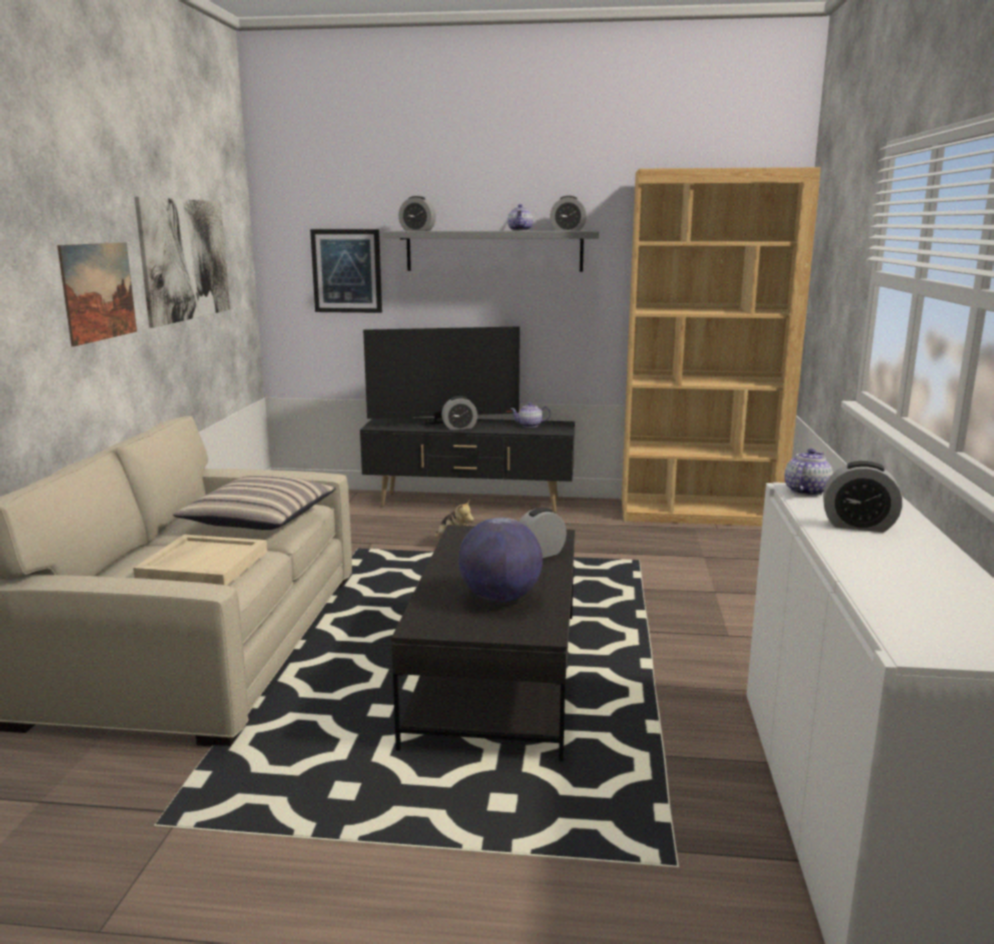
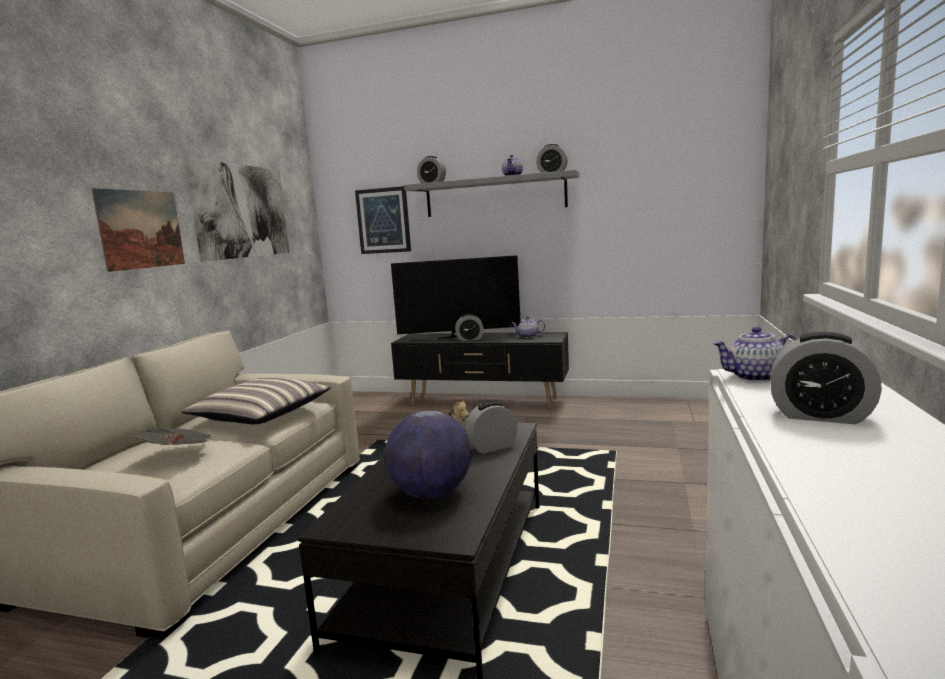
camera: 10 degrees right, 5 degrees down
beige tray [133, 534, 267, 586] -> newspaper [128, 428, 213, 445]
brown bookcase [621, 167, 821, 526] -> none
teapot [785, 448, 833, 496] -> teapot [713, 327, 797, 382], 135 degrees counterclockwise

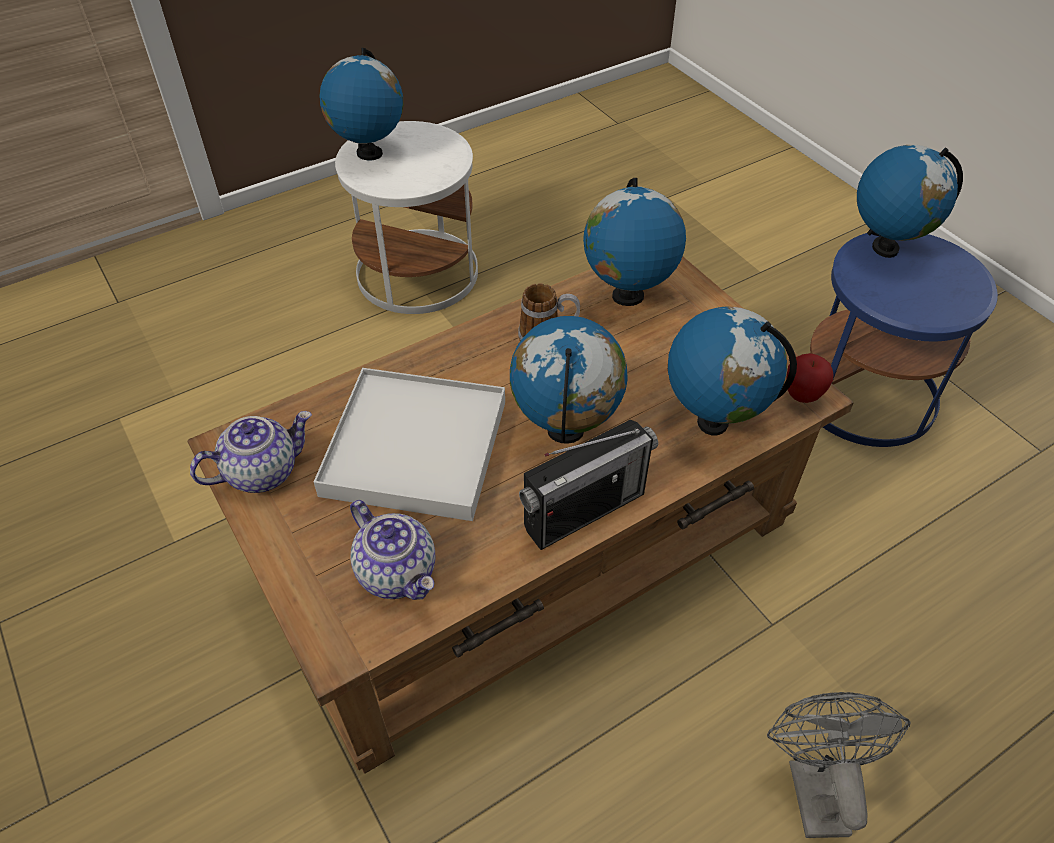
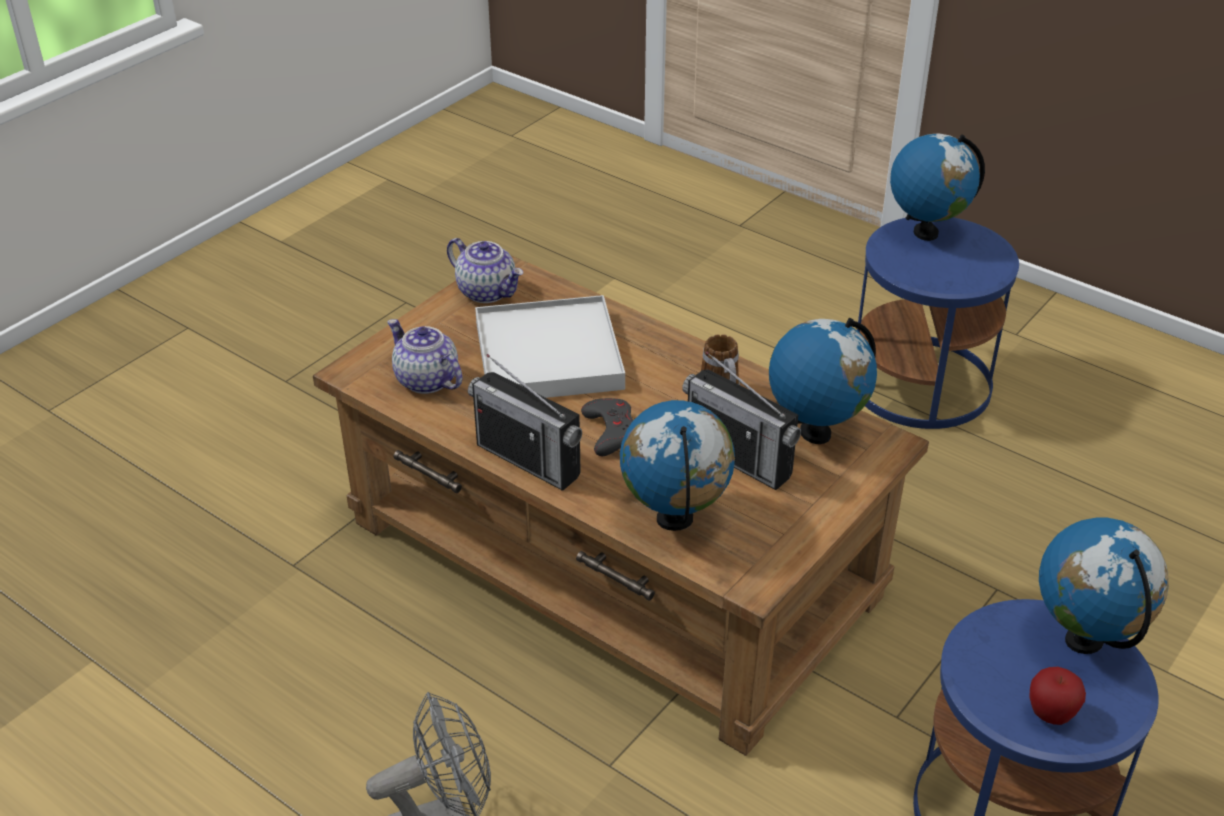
camera: 70 degrees right, 10 degrees down
white side table [335, 121, 478, 314] -> blue side table [857, 217, 1019, 429]
teapot [350, 500, 435, 600] -> teapot [387, 319, 462, 394], 105 degrees clockwise
globe [510, 316, 628, 444] -> grey game controller [581, 398, 633, 456]
apple [786, 353, 834, 403] -> apple [1029, 667, 1086, 725], moved
none -> radio [682, 352, 801, 490]

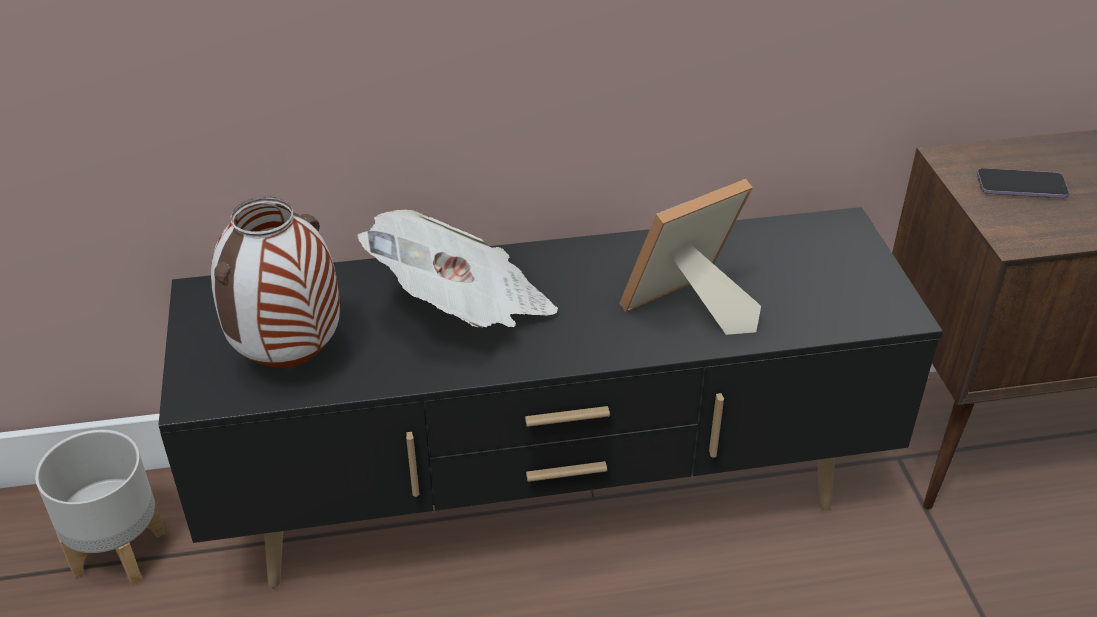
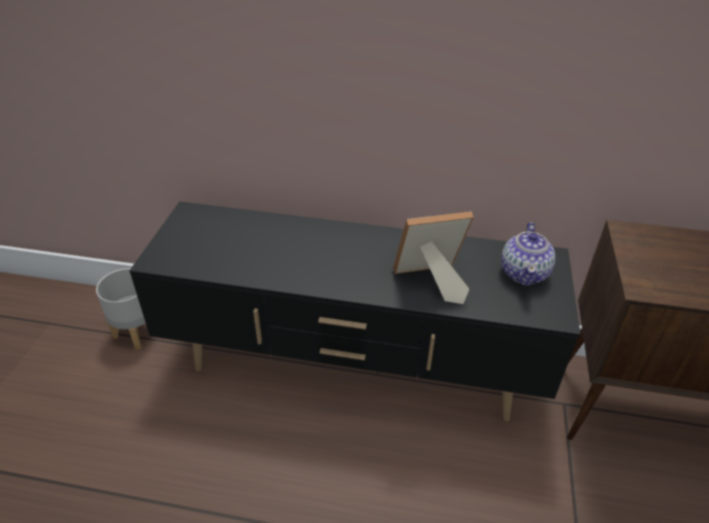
camera: 20 degrees right, 0 degrees up
vase [211, 196, 340, 368] -> none
newspaper [357, 209, 558, 328] -> none
phone [977, 168, 1069, 198] -> none
none -> teapot [501, 222, 556, 286]

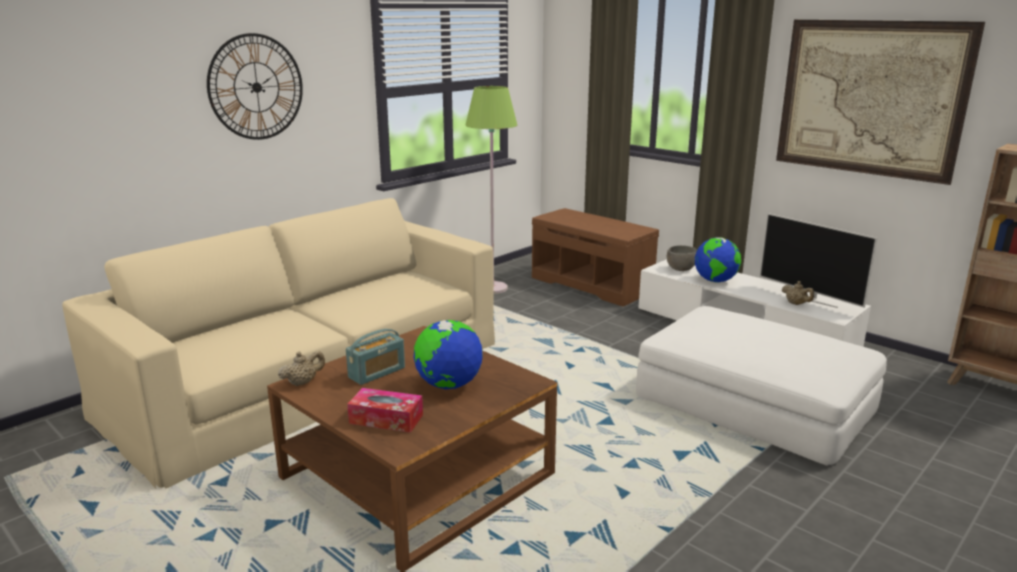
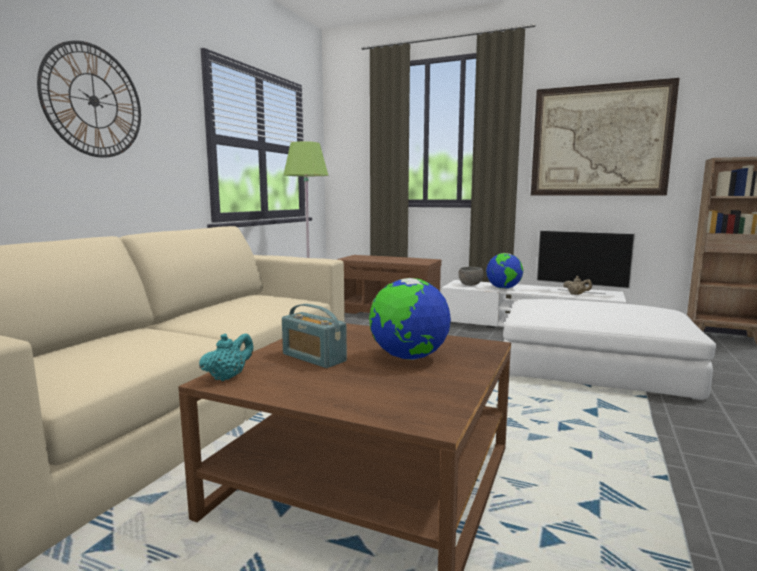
camera: 20 degrees left, 10 degrees down
beige teapot [278, 351, 325, 386] -> turquoise teapot [199, 333, 254, 381]
radio [346, 329, 405, 385] -> radio [282, 304, 347, 368], 105 degrees clockwise
tissue box [347, 388, 423, 433] -> none

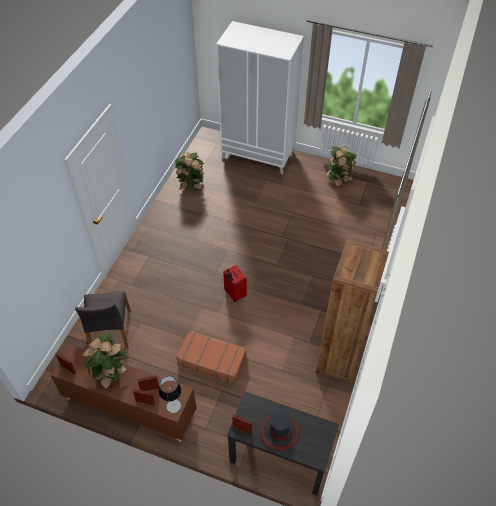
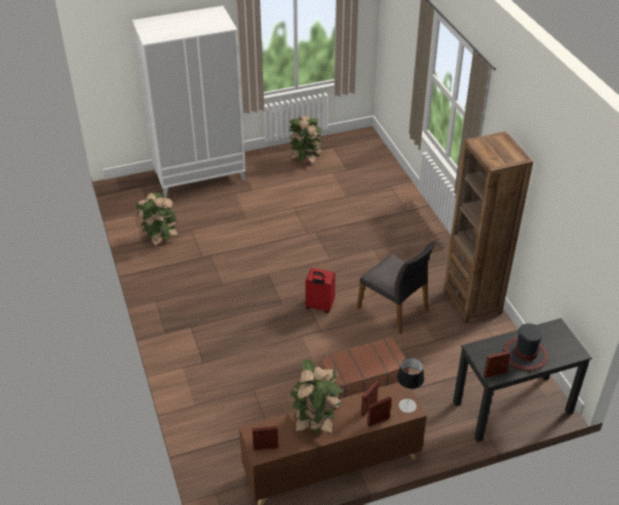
camera: 40 degrees left, 10 degrees down
grey chair [75, 291, 131, 349] -> grey chair [357, 241, 435, 334], moved

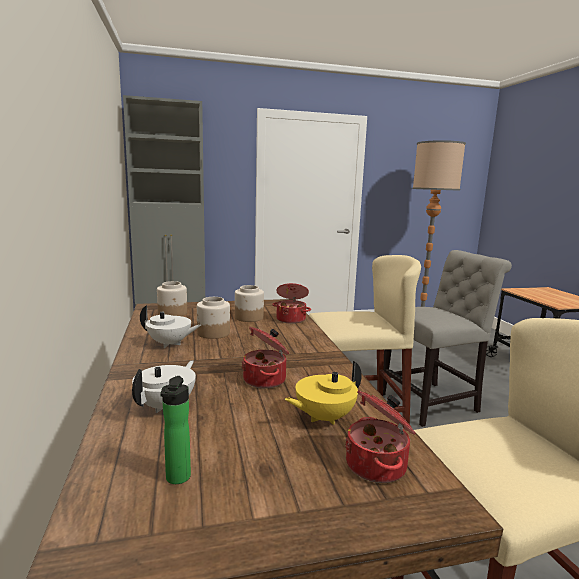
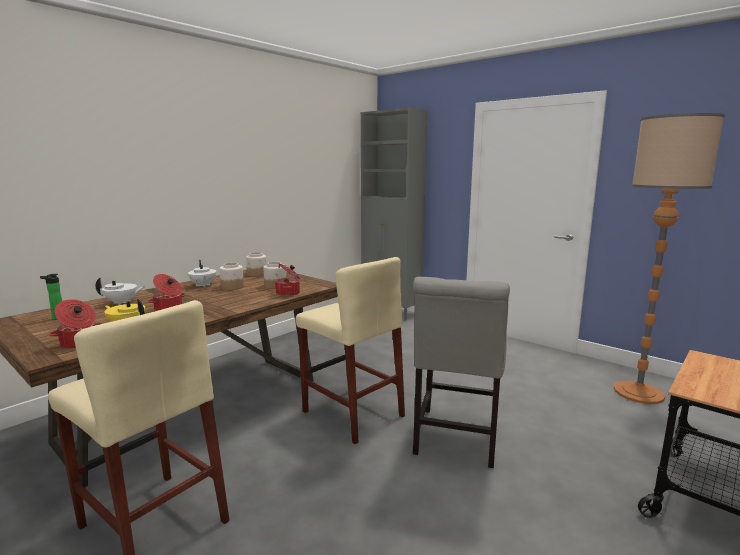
camera: 55 degrees right, 0 degrees up
grey chair [383, 250, 512, 427] -> grey chair [413, 277, 510, 468], 75 degrees clockwise

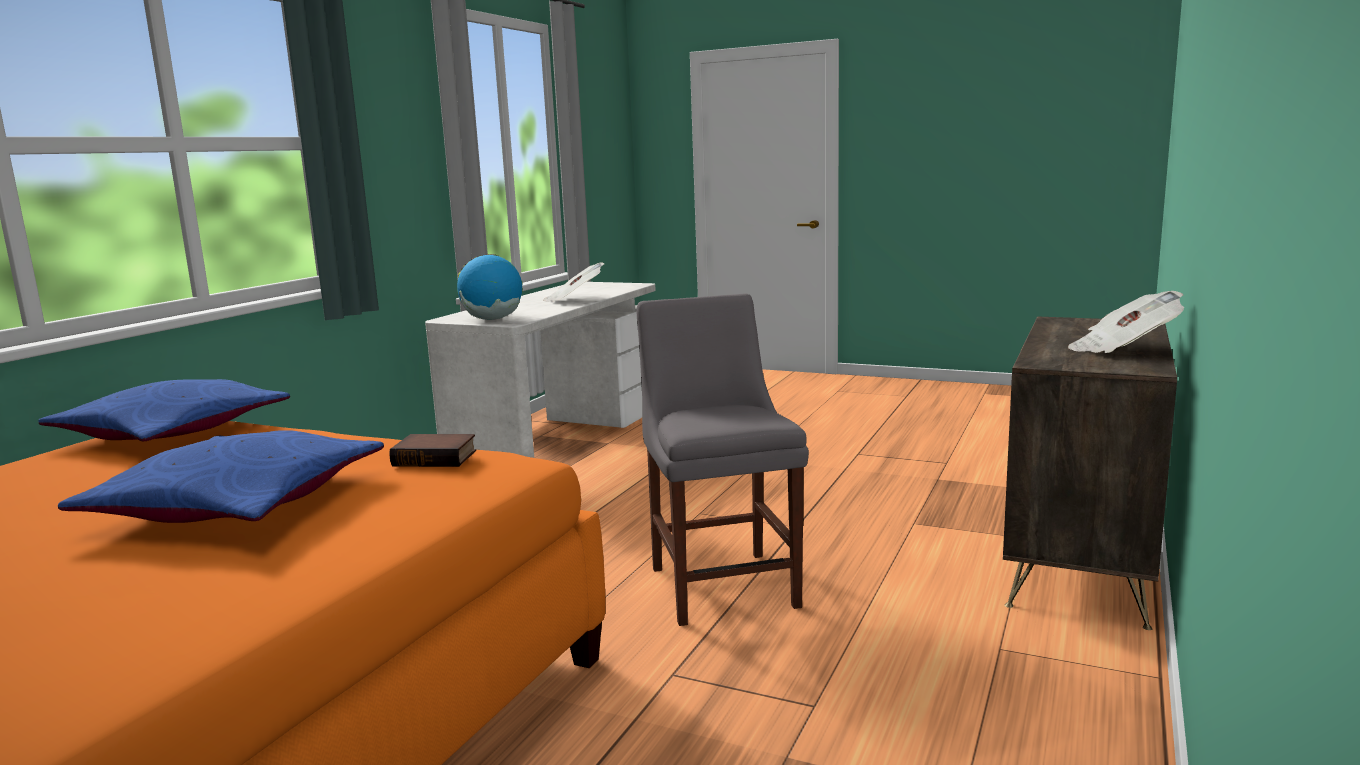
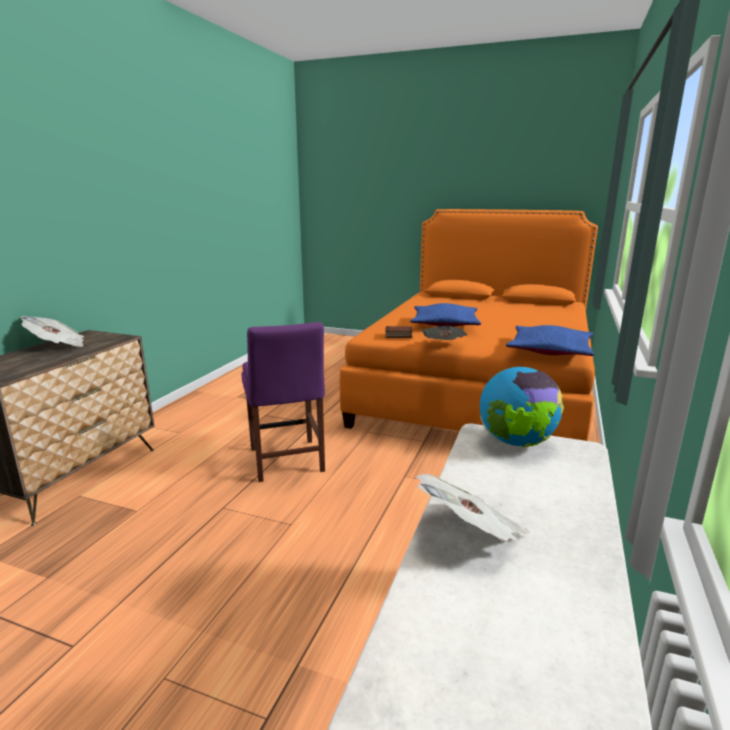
camera: 175 degrees right, 5 degrees up
grey chair [637, 293, 809, 626] -> purple chair [242, 322, 325, 482]
none -> newspaper [421, 326, 467, 340]

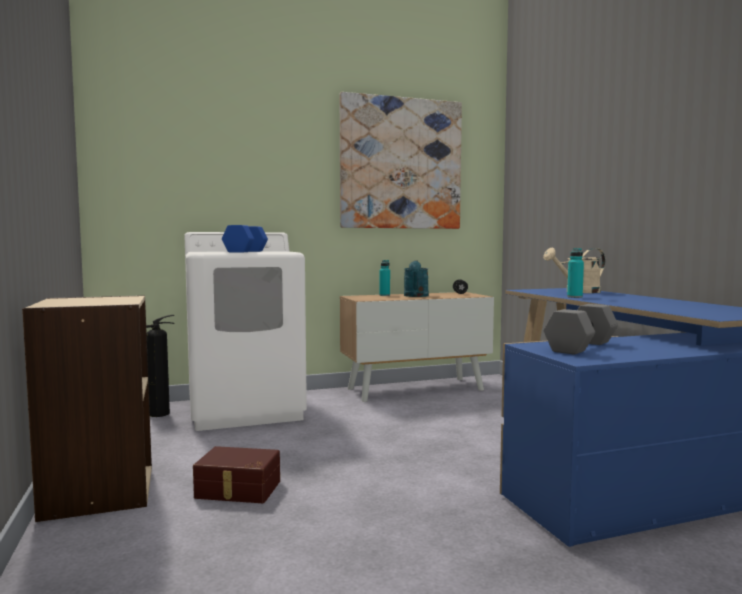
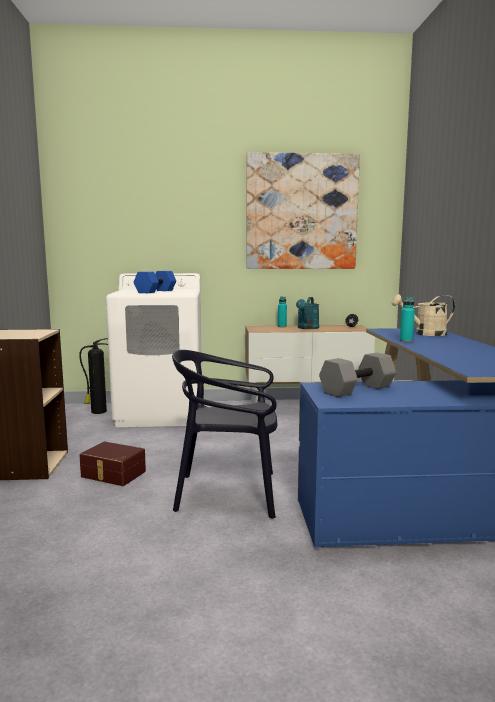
camera: 15 degrees right, 5 degrees up
none -> black chair [172, 350, 277, 519]

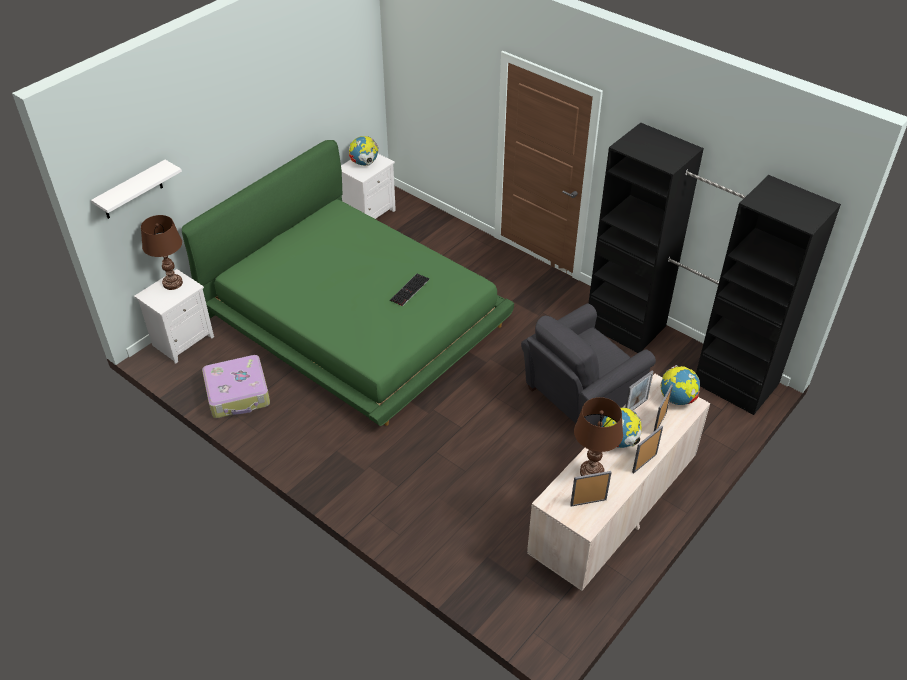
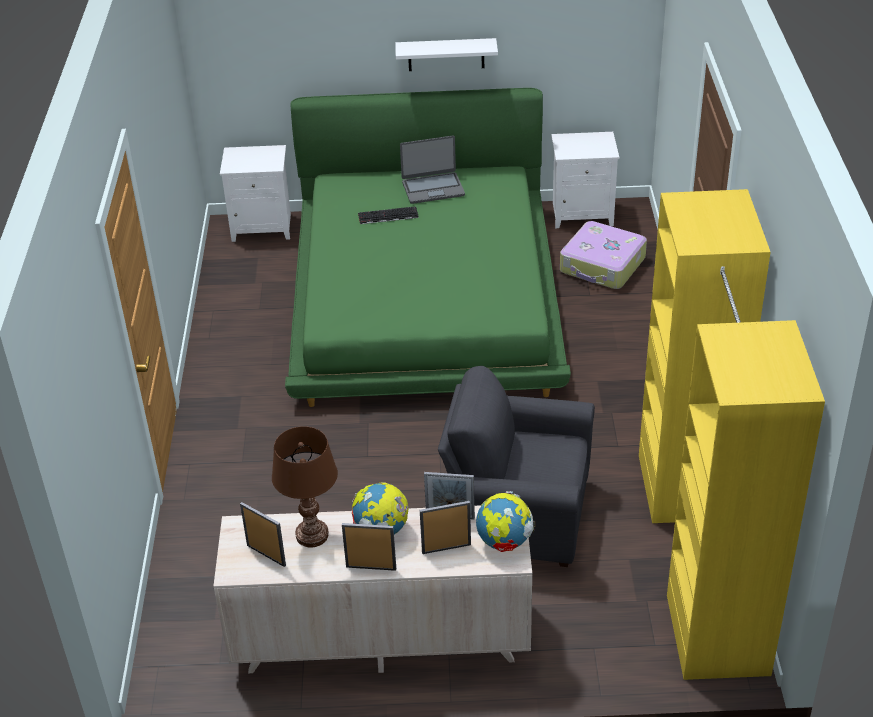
camera: 50 degrees right, 5 degrees down
white shelf [91, 160, 182, 219] -> white shelf [395, 38, 498, 71], moved
brown table lamp [141, 215, 183, 290] -> none
suitcase [202, 355, 270, 418] -> suitcase [560, 221, 647, 289], moved
globe [349, 136, 378, 166] -> none
keyboard [390, 274, 429, 306] -> keyboard [358, 206, 419, 224], moved
black wardrobe [588, 123, 841, 415] -> yellow wardrobe [639, 189, 825, 680]
none -> laptop [400, 136, 465, 204]

